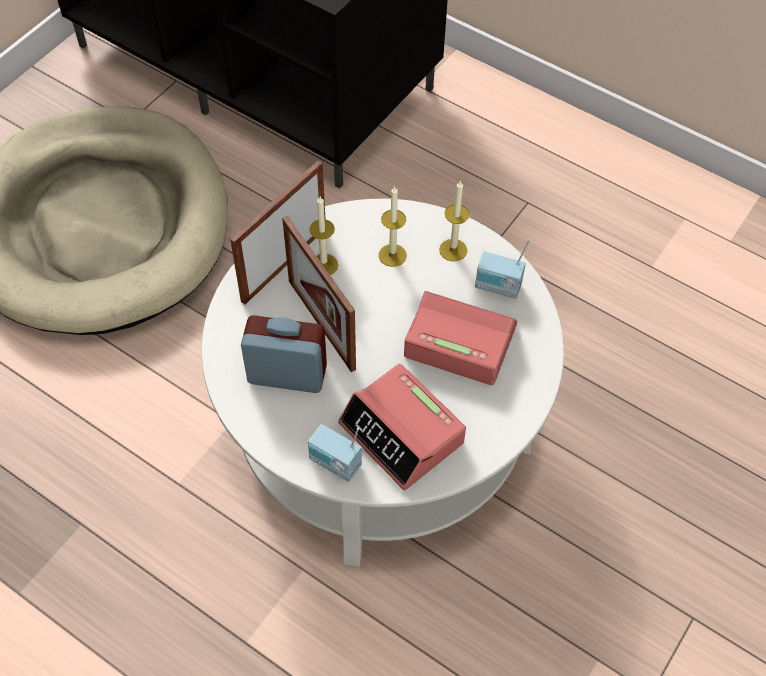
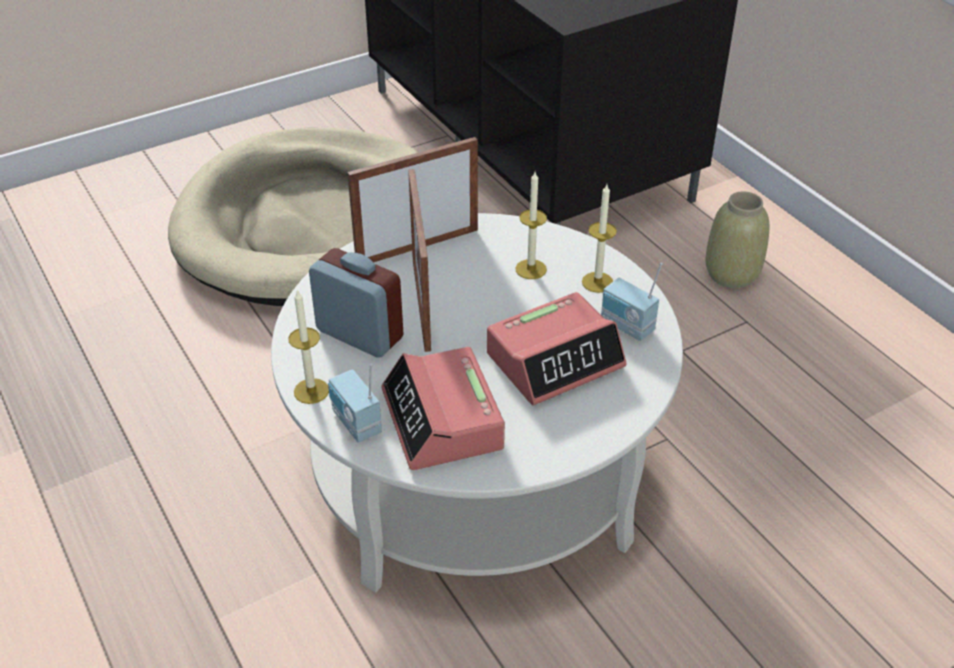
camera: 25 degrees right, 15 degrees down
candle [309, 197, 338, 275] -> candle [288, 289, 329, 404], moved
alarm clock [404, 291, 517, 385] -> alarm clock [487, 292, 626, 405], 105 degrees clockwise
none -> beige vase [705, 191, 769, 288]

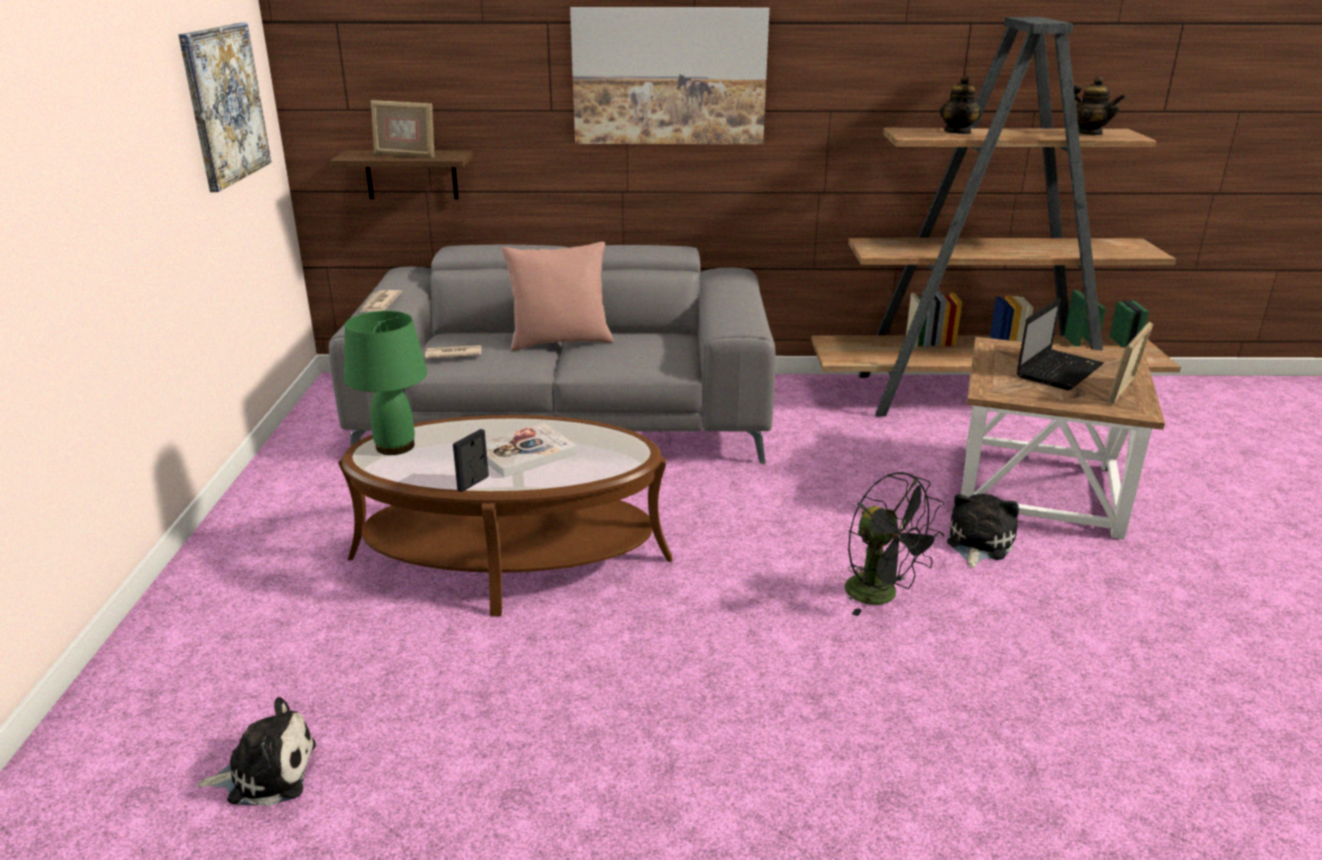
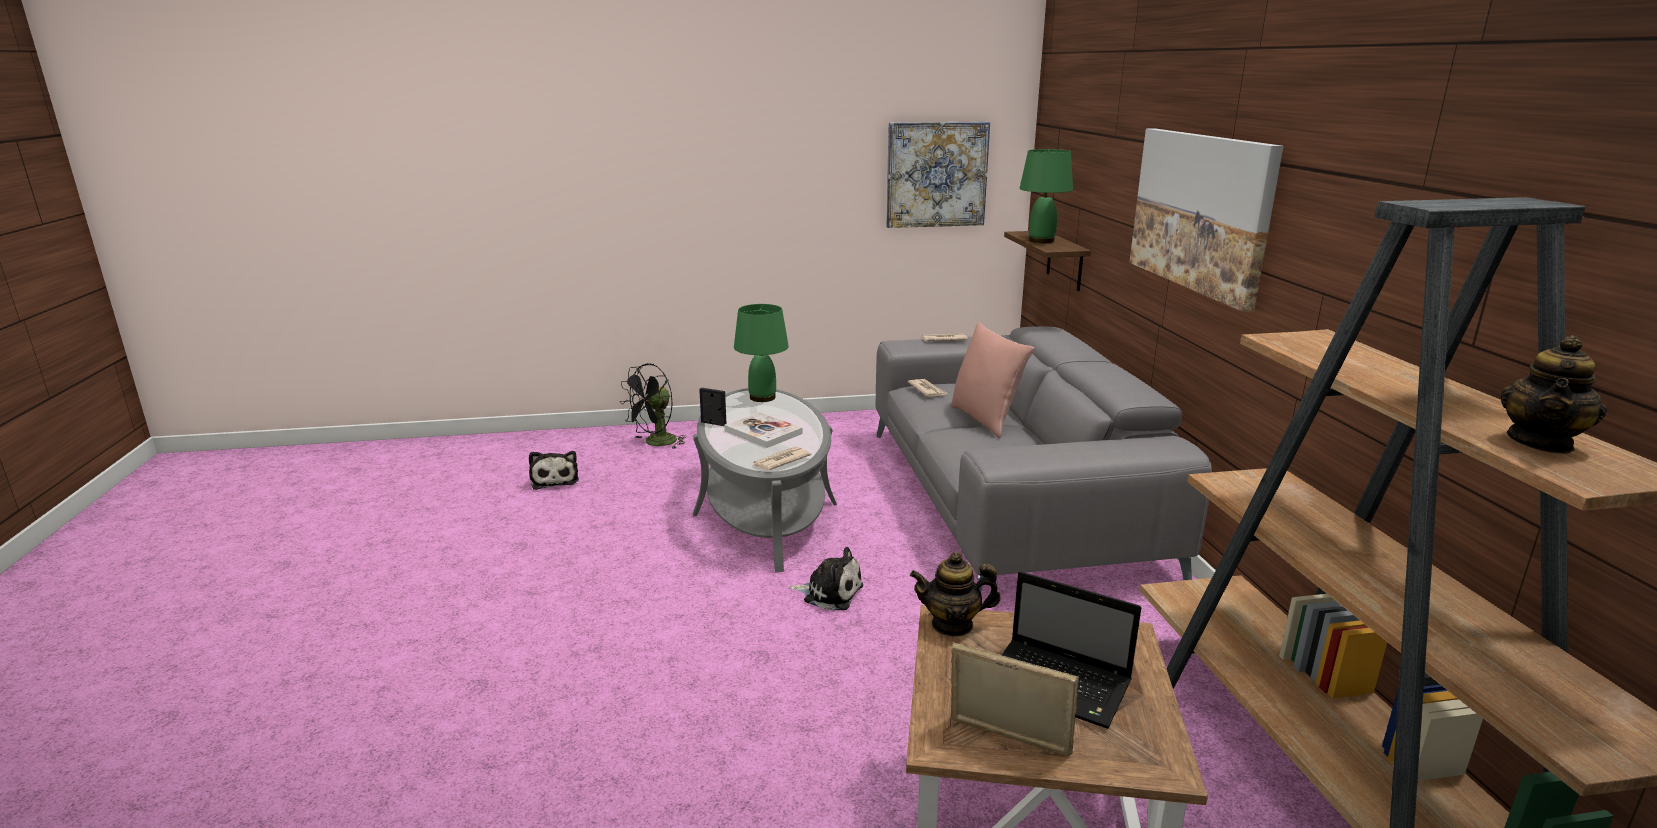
camera: 80 degrees right, 5 degrees down
brown coffee table [338, 415, 672, 616] -> grey coffee table [693, 388, 837, 572]
picture frame [371, 100, 434, 158] -> green table lamp [1019, 149, 1073, 243]
black fan [845, 472, 944, 616] -> black fan [619, 363, 687, 449], moved
teapot [939, 75, 982, 134] -> teapot [910, 552, 1001, 637], moved
plush toy [947, 494, 1019, 568] -> plush toy [788, 547, 863, 610], moved
none -> newspaper [752, 447, 811, 471]

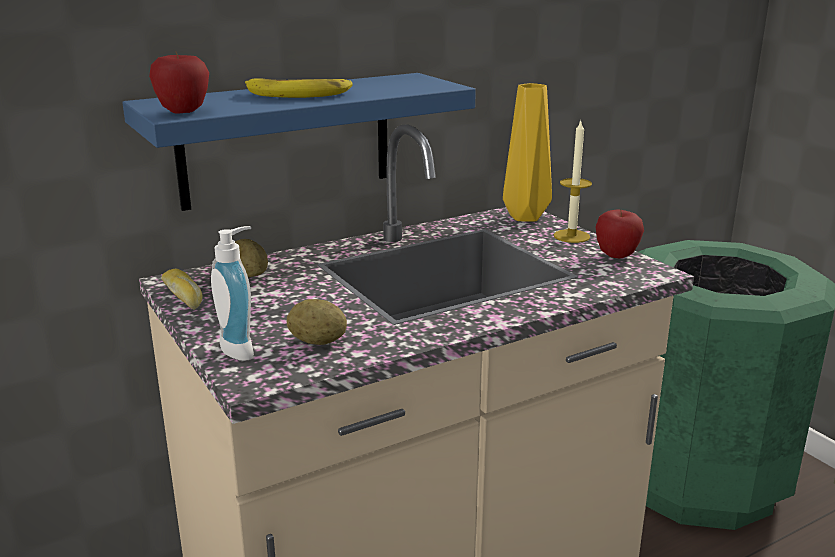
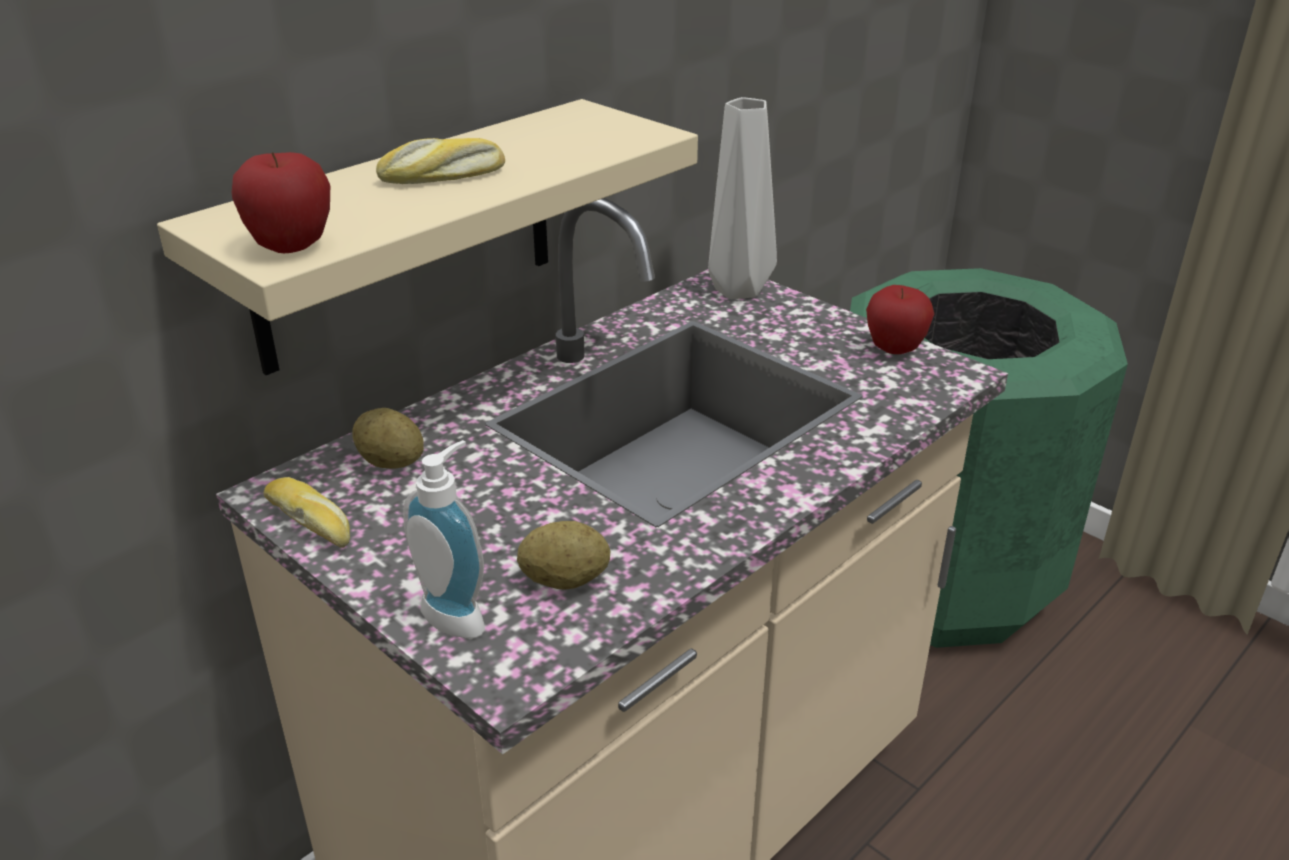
camera: 15 degrees left, 10 degrees up
blue shelf [122, 73, 476, 211] -> beige shelf [157, 99, 698, 375]
banana [245, 78, 353, 98] -> bread [376, 138, 505, 184]
yellow vase [503, 83, 552, 222] -> grey vase [708, 97, 777, 299]
candle [554, 121, 592, 243] -> none

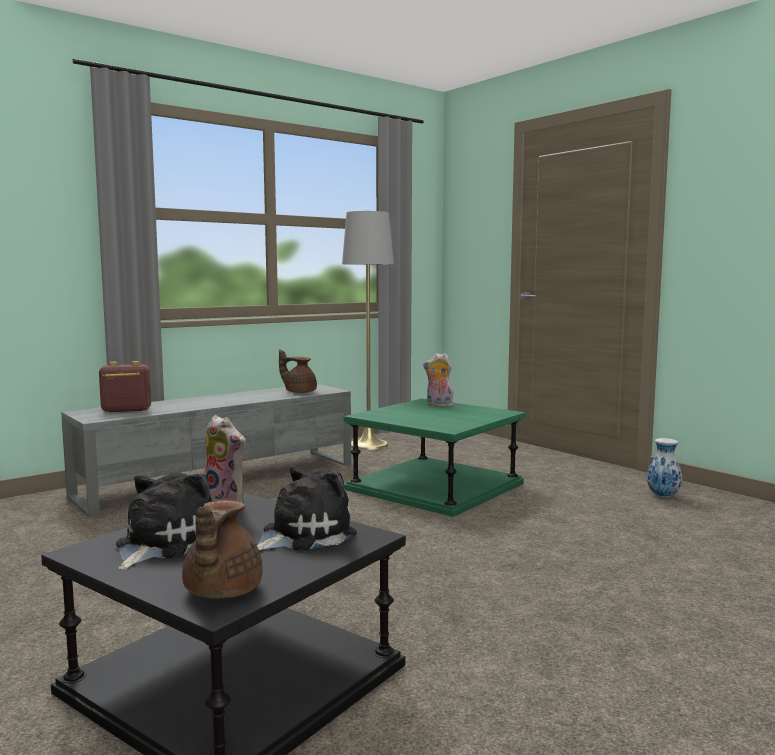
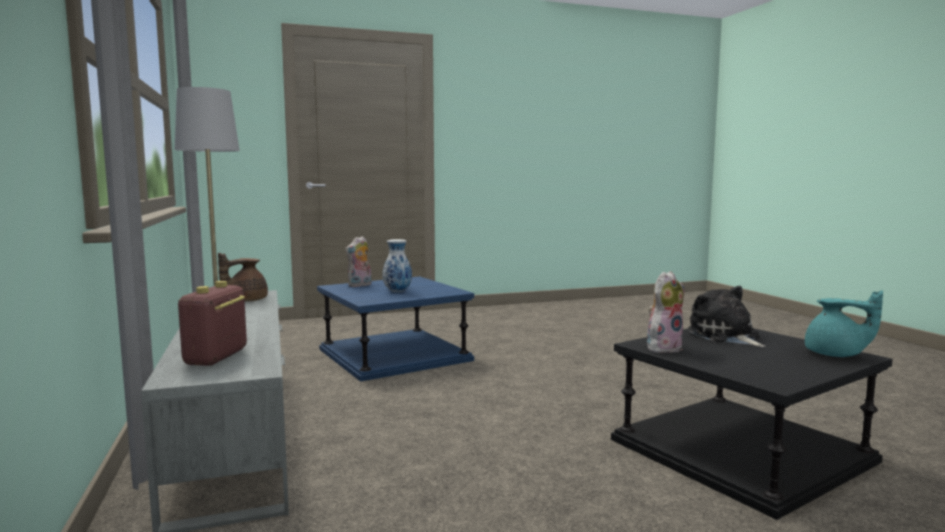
camera: 70 degrees left, 0 degrees up
plush toy [116, 472, 212, 570] -> none
brown teapot [182, 500, 263, 599] -> turquoise teapot [805, 290, 883, 357]
green side table [344, 399, 526, 517] -> blue side table [317, 276, 474, 382]
vase [647, 438, 682, 498] -> vase [382, 239, 412, 292], moved

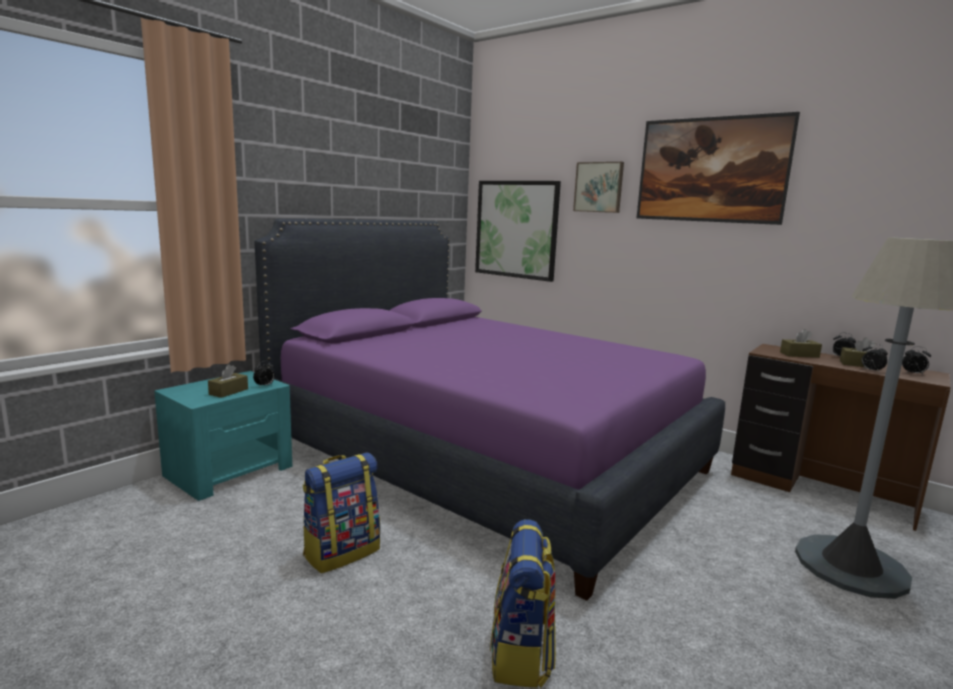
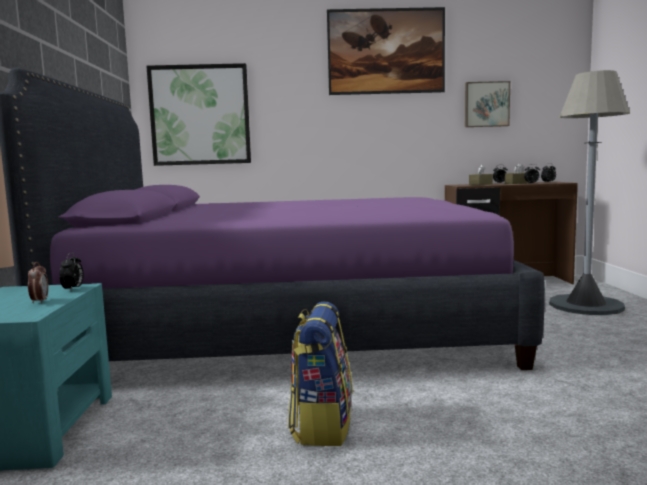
camera: 40 degrees left, 5 degrees down
brown tissue box [208, 364, 248, 398] -> alarm clock [28, 262, 49, 303]
backpack [490, 519, 556, 688] -> none
picture [573, 162, 624, 213] -> picture [465, 81, 510, 127], moved

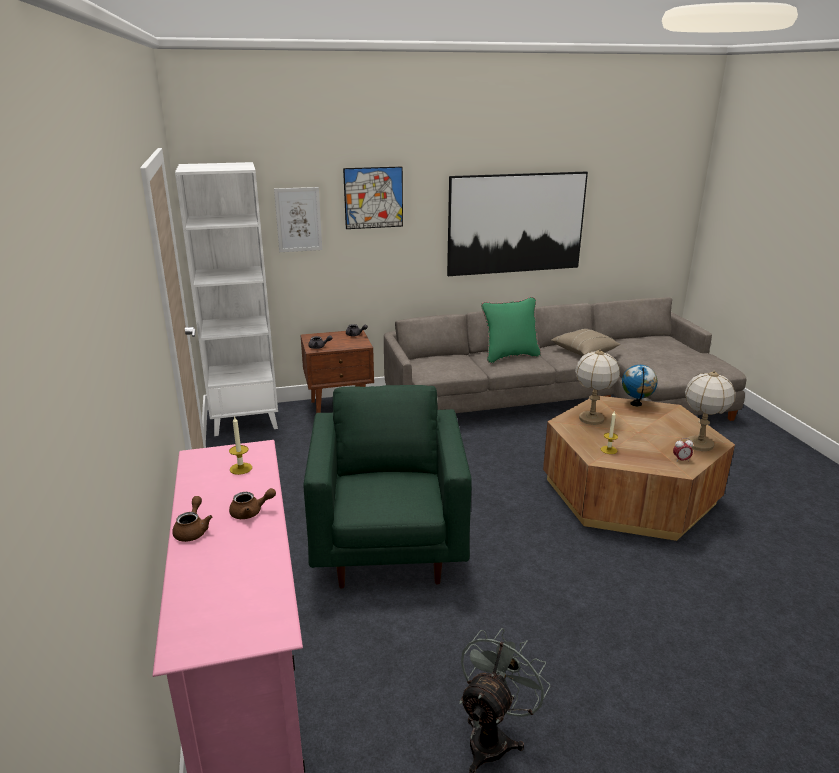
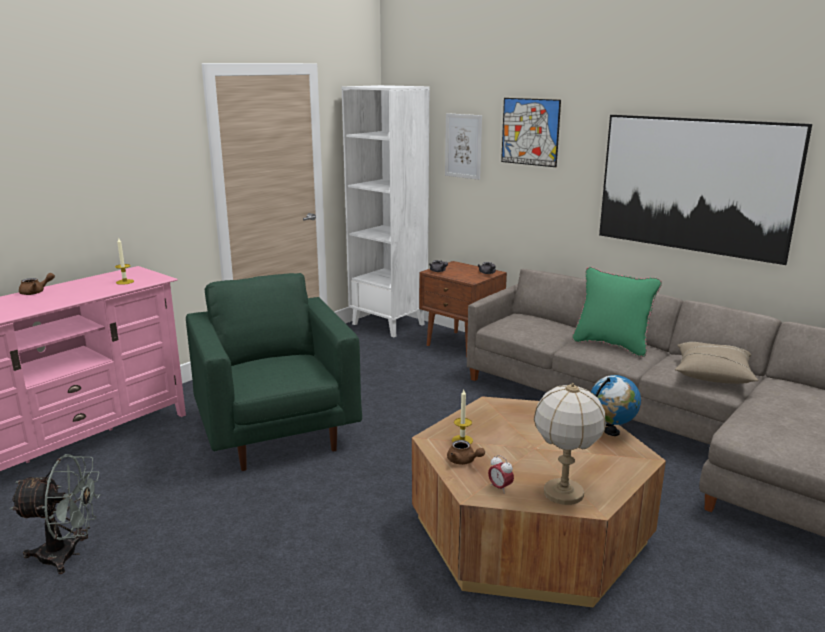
camera: 55 degrees right, 5 degrees down
brown teapot [229, 488, 276, 519] -> brown teapot [447, 440, 485, 465], moved
green armchair [304, 385, 472, 588] -> green armchair [186, 273, 362, 471], 75 degrees counterclockwise
table lamp [575, 349, 620, 425] -> none

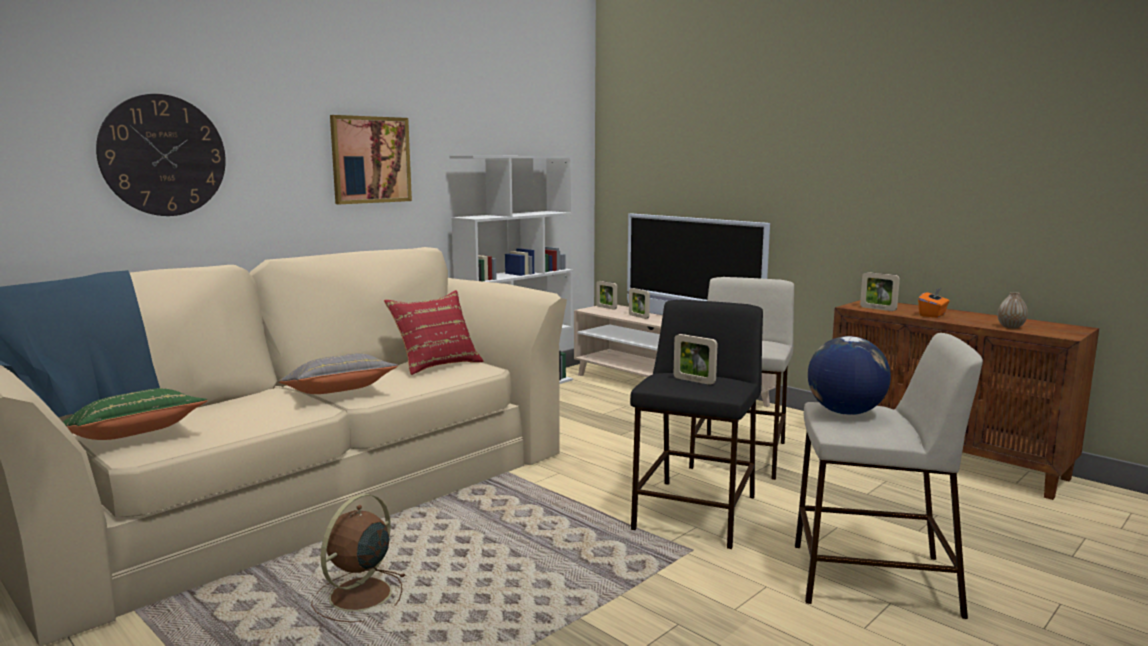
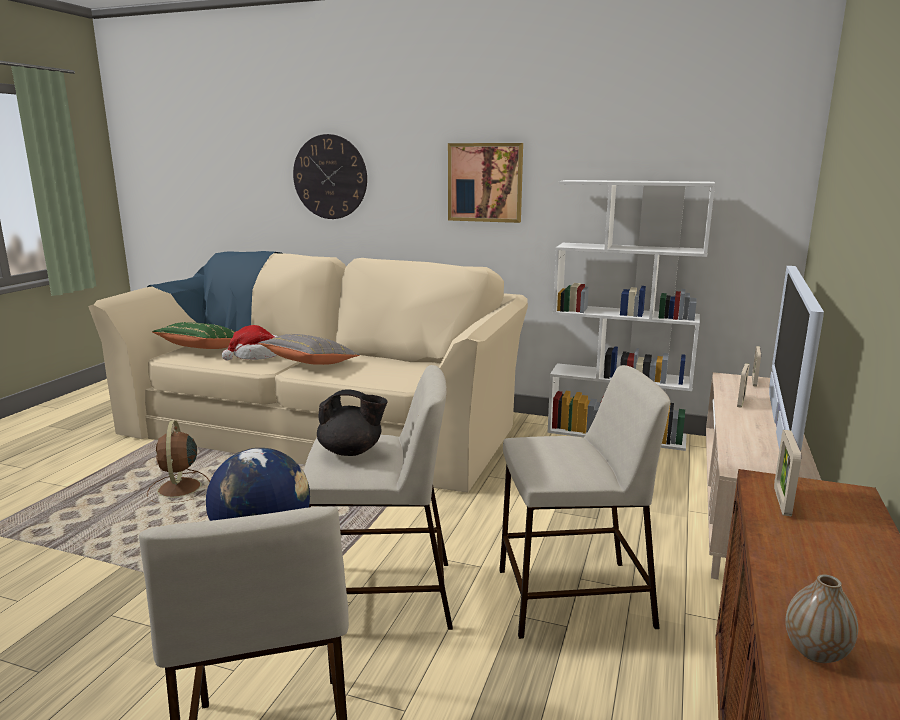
camera: 65 degrees right, 5 degrees up
brown fan [311, 494, 406, 622] -> brown fan [147, 420, 210, 503], 105 degrees counterclockwise
red pillow [384, 290, 484, 375] -> none
black stool [630, 300, 763, 549] -> beige stool [304, 365, 453, 630]
picture frame [674, 334, 717, 385] -> black teapot [317, 389, 388, 456]
orange tissue box [918, 288, 950, 318] -> none
none -> hat [222, 325, 278, 360]

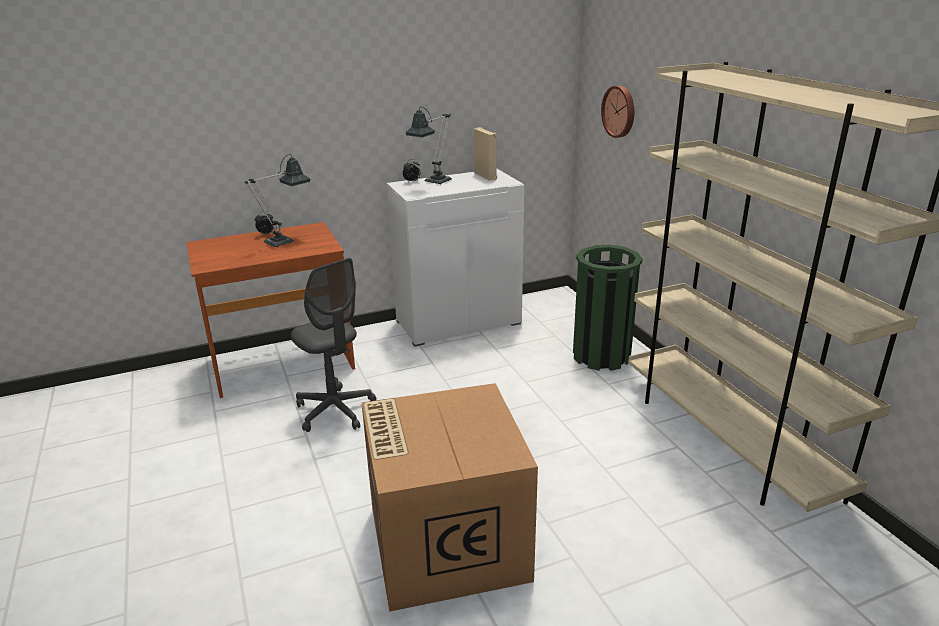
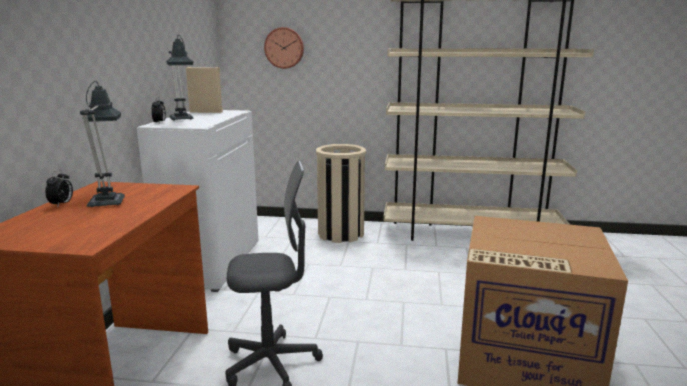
camera: 60 degrees left, 10 degrees down
green trash can [573, 245, 642, 371] -> beige trash can [316, 144, 366, 243]

